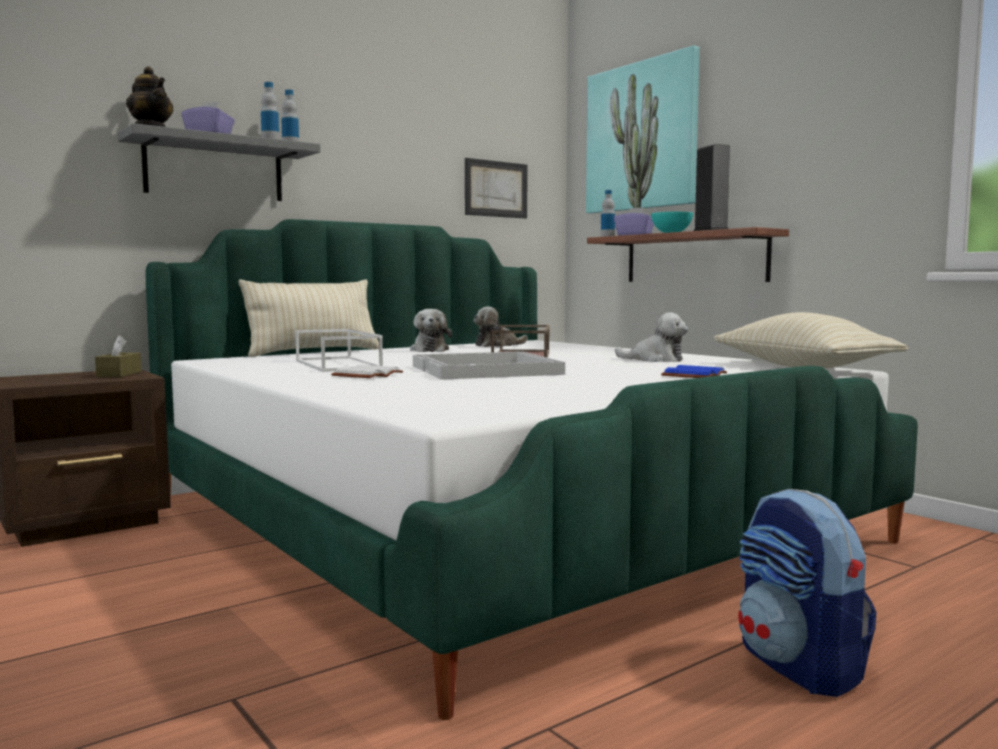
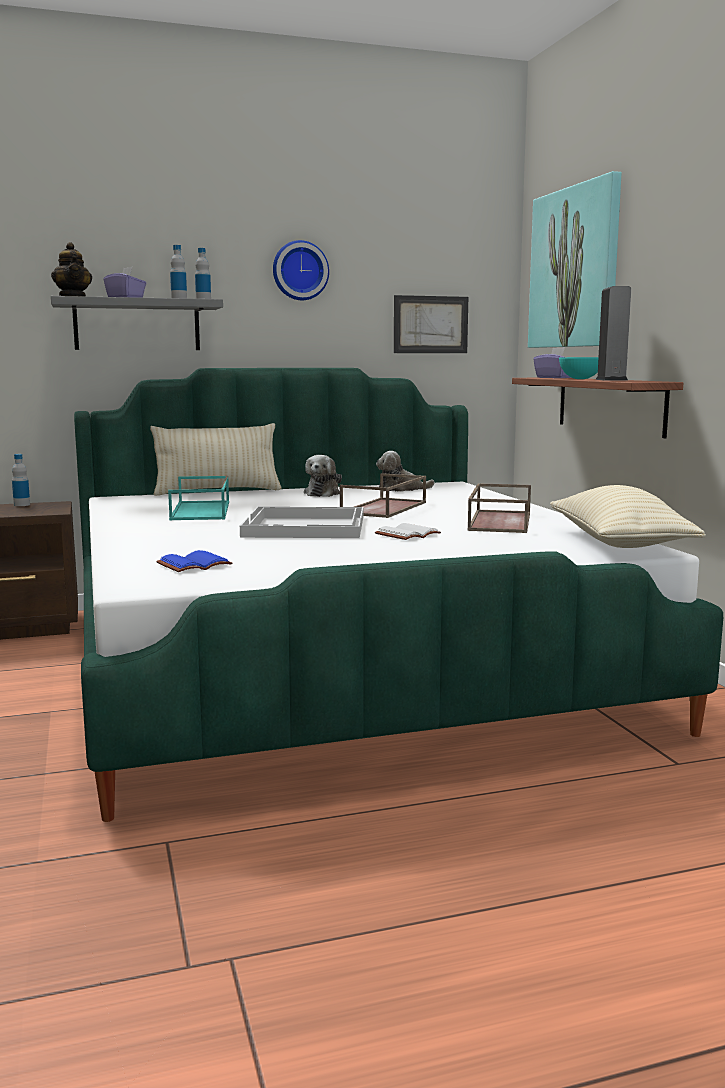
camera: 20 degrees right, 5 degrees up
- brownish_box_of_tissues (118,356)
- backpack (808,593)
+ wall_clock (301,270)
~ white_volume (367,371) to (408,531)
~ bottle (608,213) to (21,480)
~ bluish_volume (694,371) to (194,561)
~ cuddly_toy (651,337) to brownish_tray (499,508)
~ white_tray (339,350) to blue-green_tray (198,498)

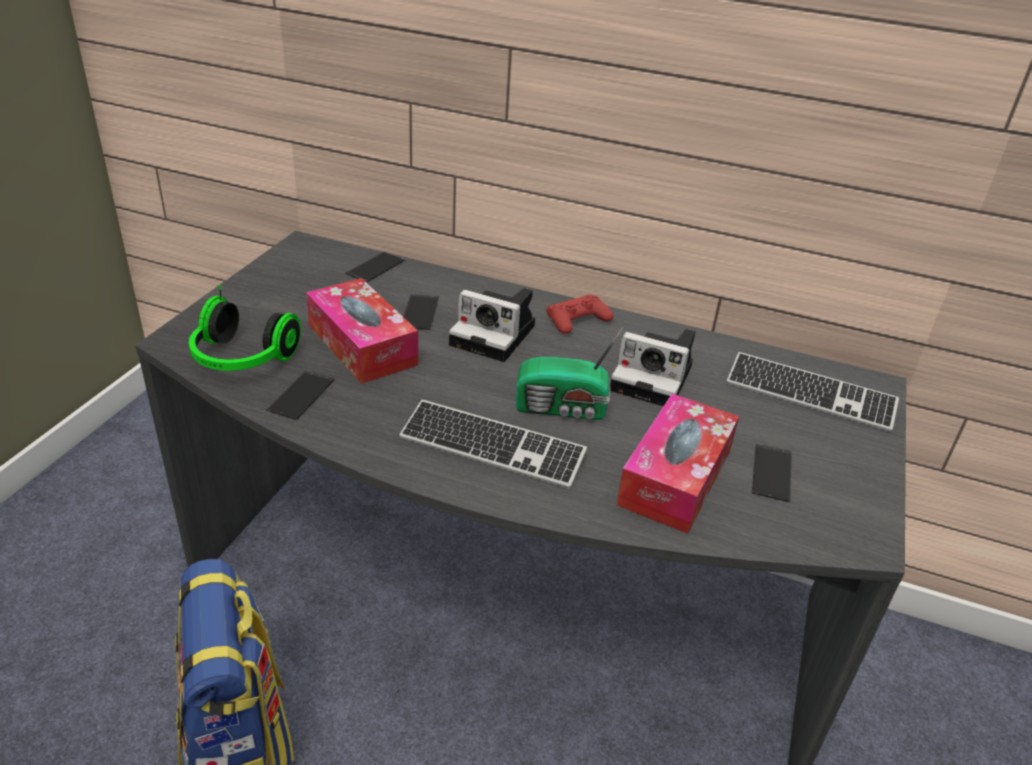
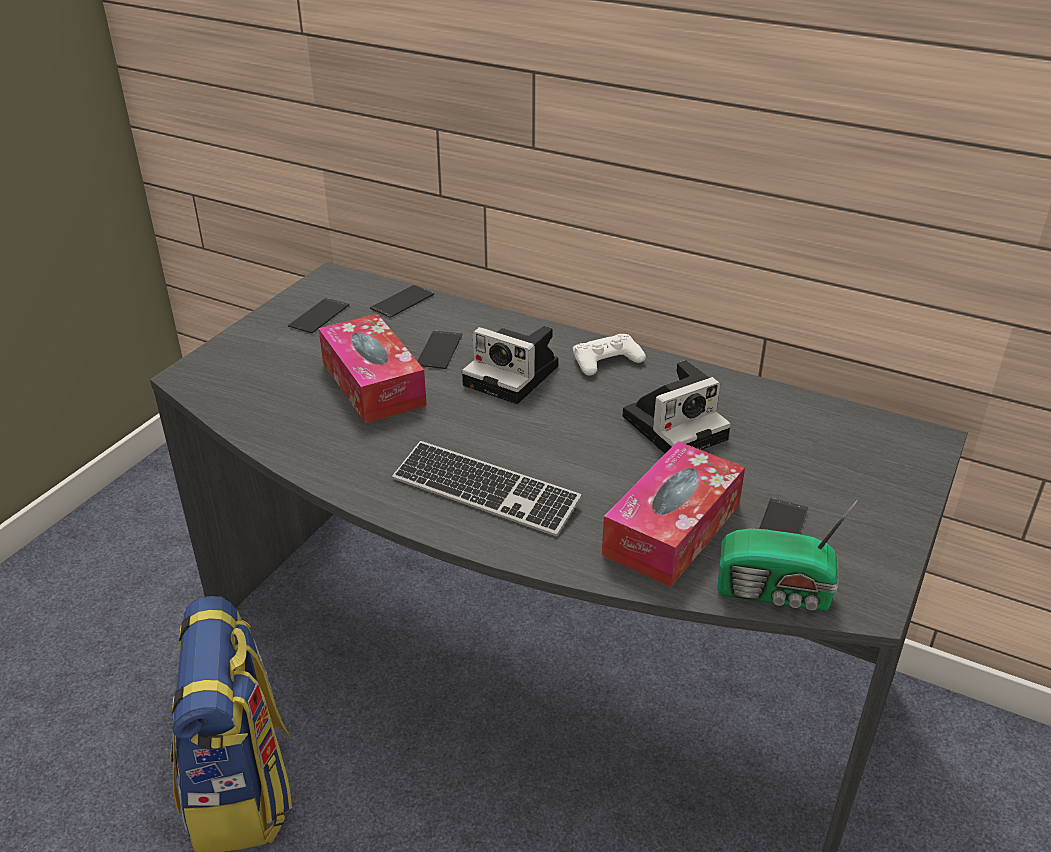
camera: 10 degrees right, 0 degrees up
- headphones (245,328)
- computer_keyboard (812,392)
~ handset (300,395) to (318,316)
~ radio_set (569,373) to (787,555)
~ red-coloured_gamepad (580,314) to white_gamepad (609,355)
~ still_camera (653,367) = (677,407) 60 degrees counterclockwise

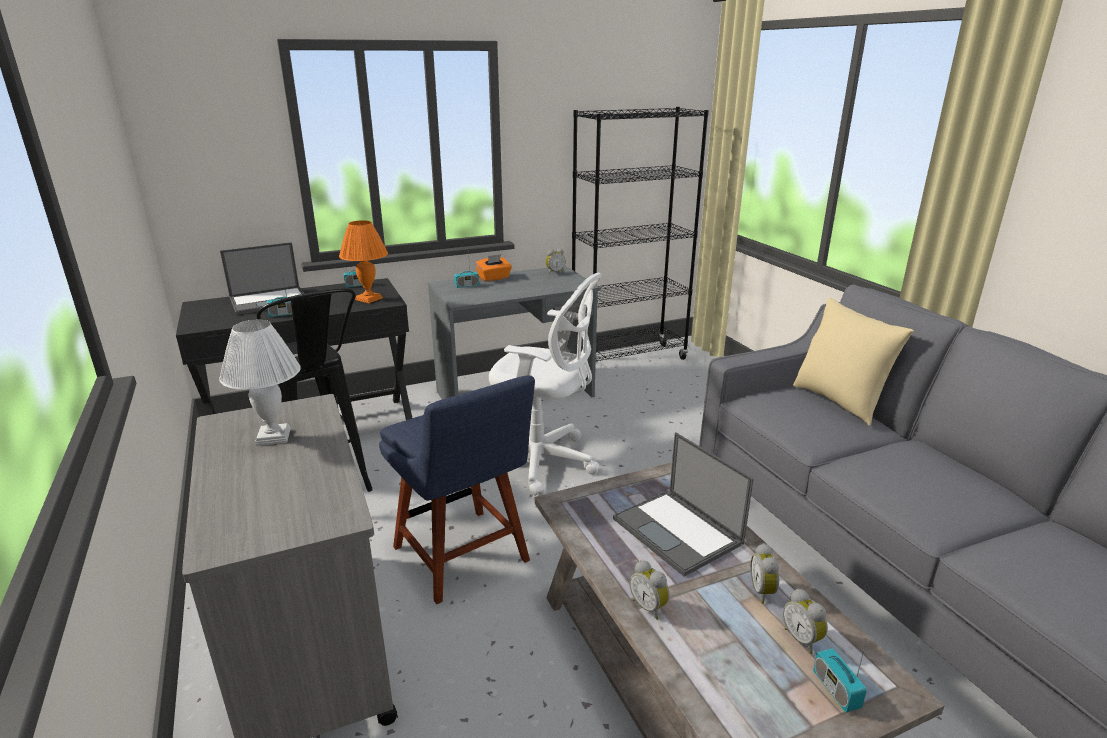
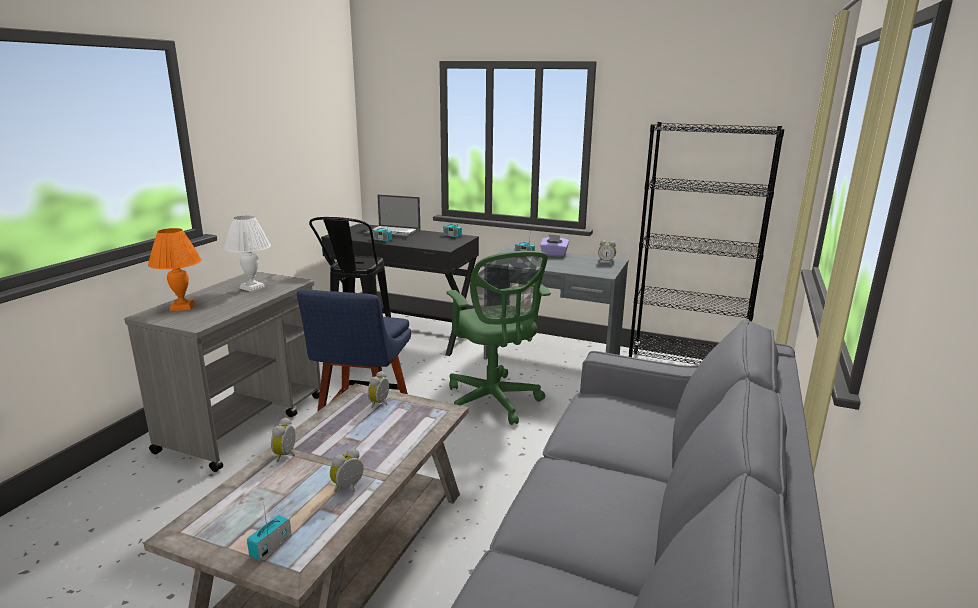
camera: 45 degrees right, 5 degrees down
- notebook_computer (683,504)
- sand-coloured_throw_pillow (853,361)
~ orange_table_lamp (363,261) to (175,269)
~ bedside_clock (805,621) to (378,389)
~ orange_box_of_tissues (493,268) to purple_box_of_tissues (554,245)
~ white_computer_chair (545,384) to greenish_computer_chair (498,338)

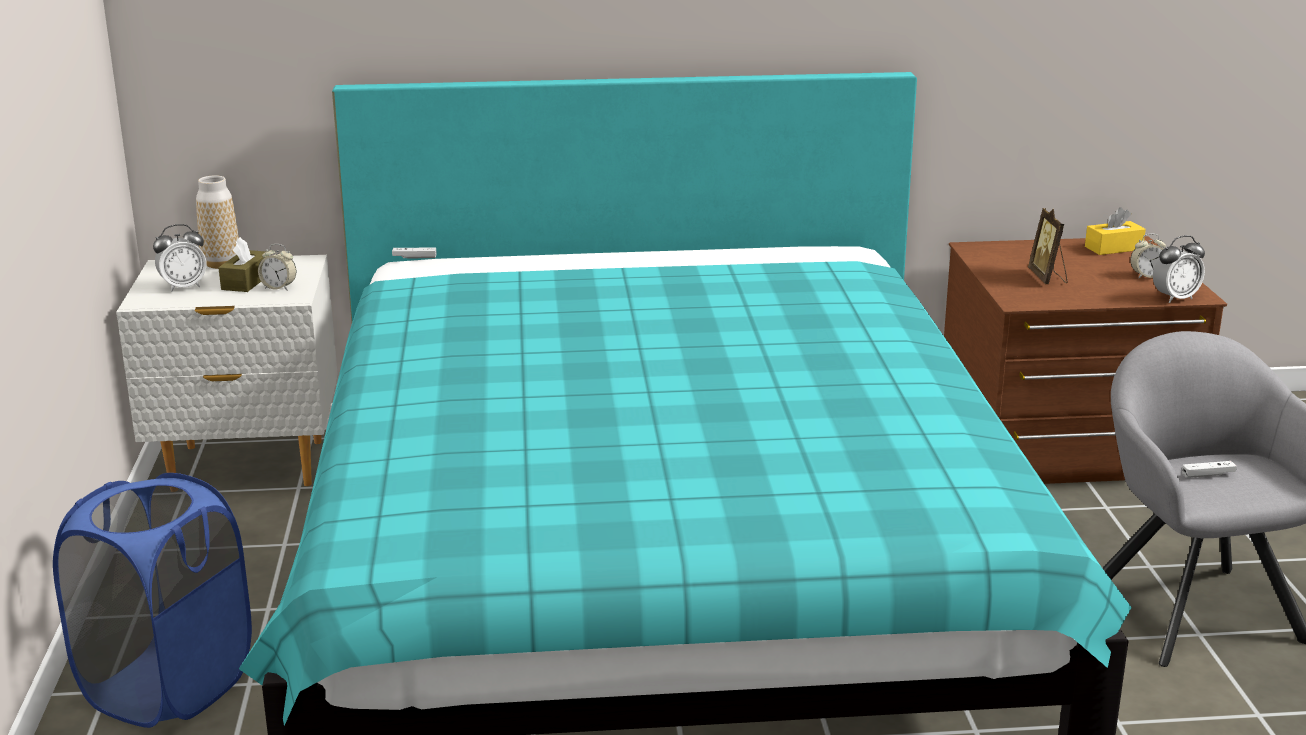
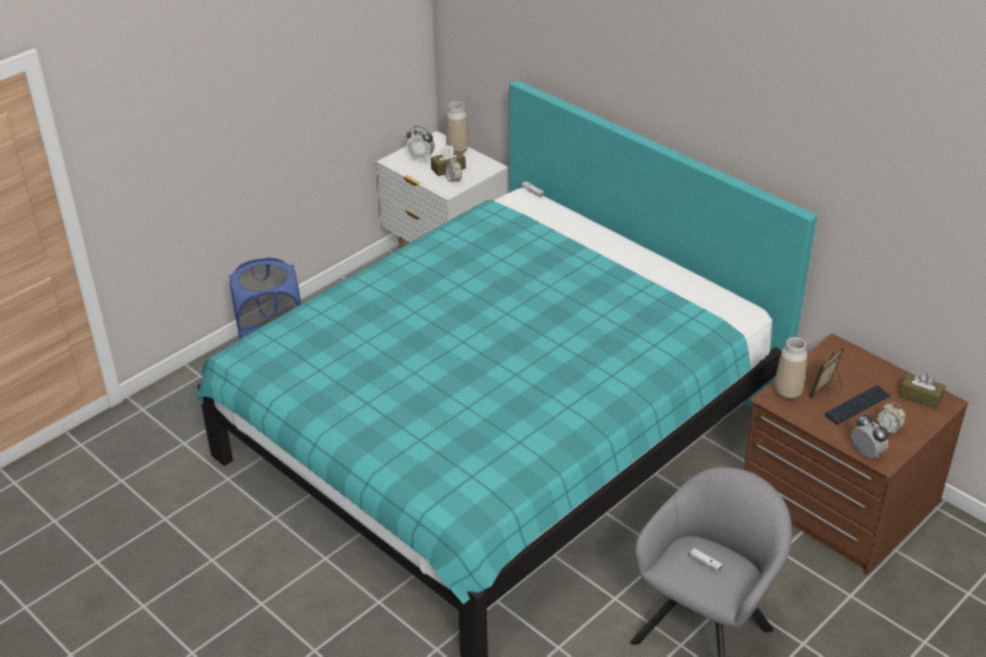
camera: 50 degrees right, 15 degrees up
+ flower_vase (791,368)
+ computer_keyboard (858,405)
~ yellowish_box_of_tissues (1115,231) to brownish_box_of_tissues (922,391)
~ bedside_clock (1179,269) = (870,436) 150 degrees counterclockwise

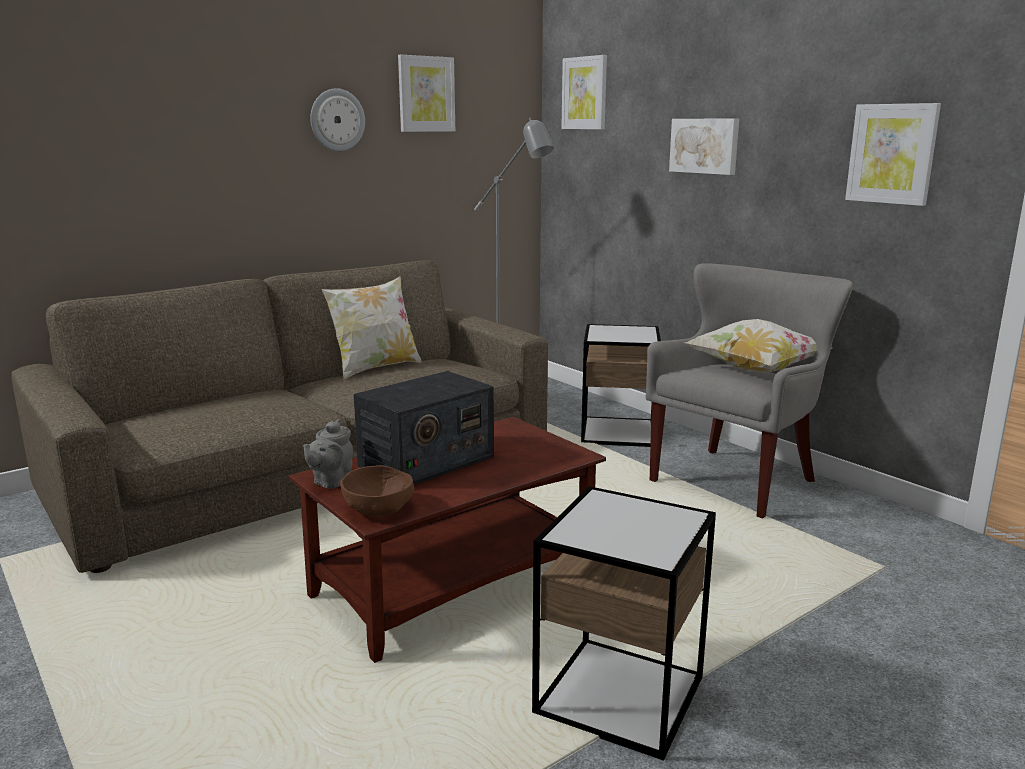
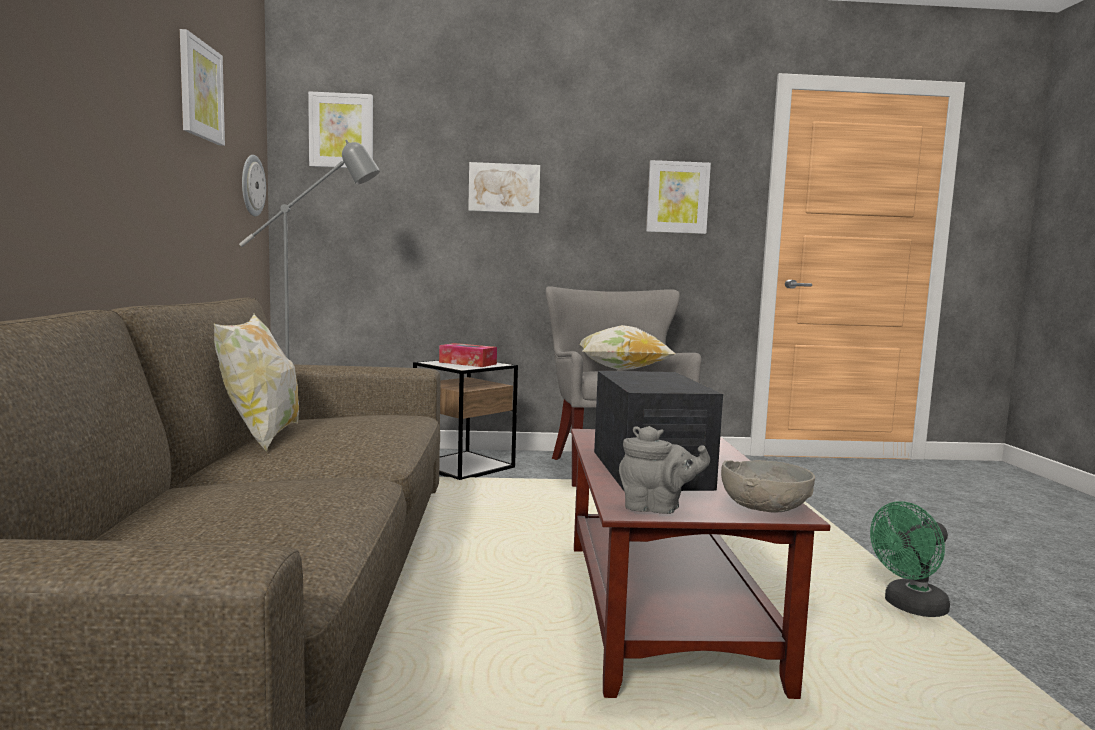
camera: 55 degrees left, 10 degrees down
+ box_of_tissues (468,355)
~ wall_clock (337,119) to (254,185)
~ end_table (624,623) to greenish_cooling_fan (910,559)
~ brownish_deep_dish (377,490) to grey_deep_dish (768,486)
~ grey_teapot (328,454) = (664,470) 45 degrees counterclockwise

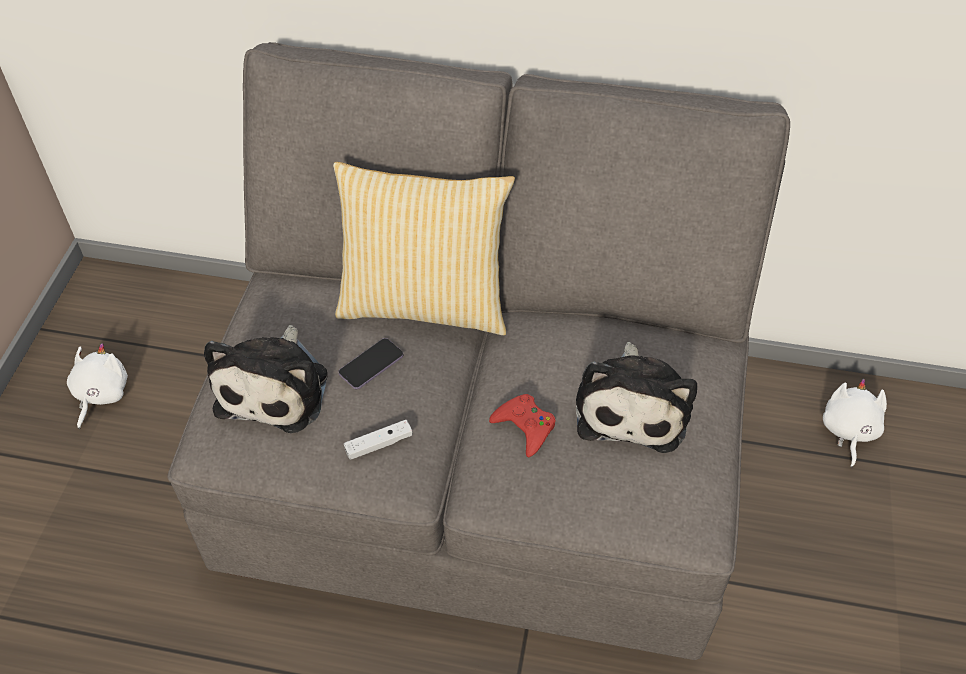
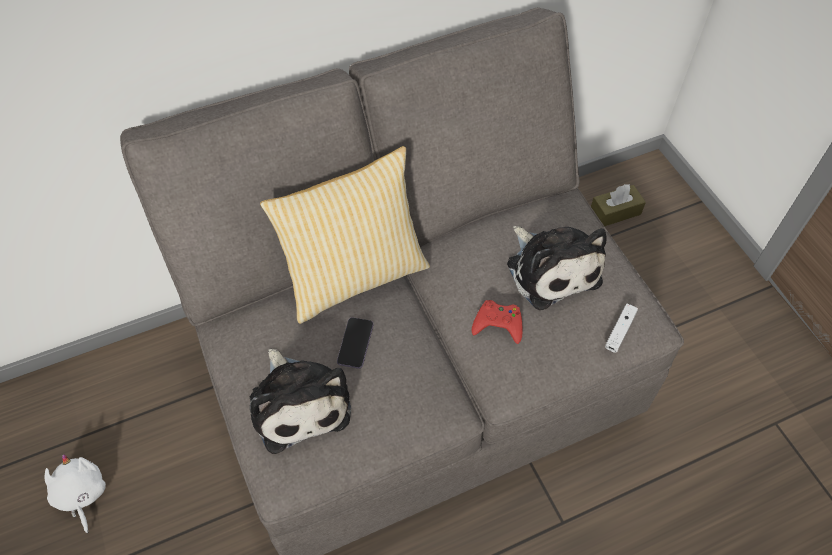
camera: 35 degrees left, 5 degrees up
~ white_gamepad (378,440) to (621,328)
~ white_cuddly_toy (855,423) to brownish_box_of_tissues (618,205)

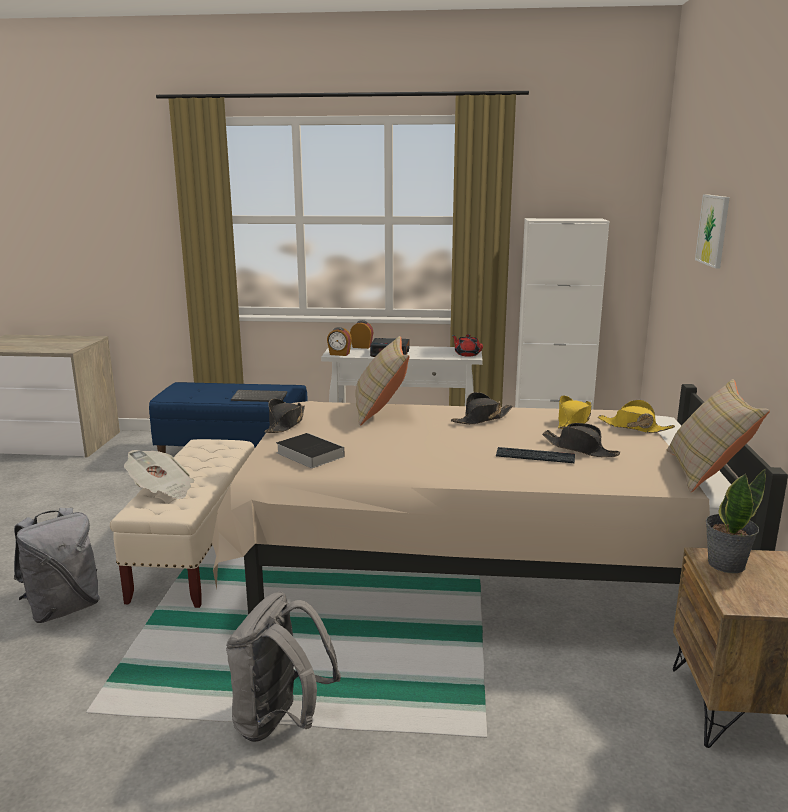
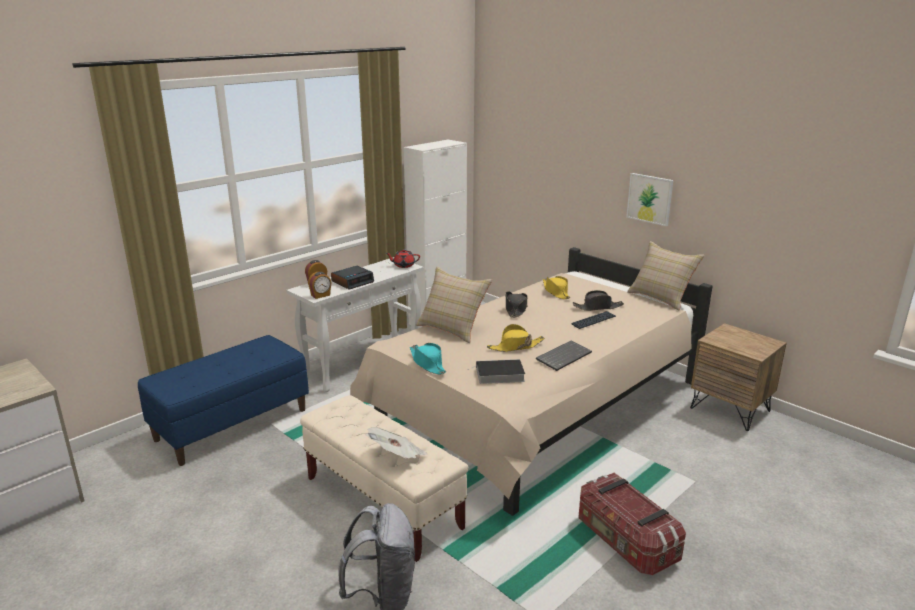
camera: 50 degrees left, 5 degrees up
- houseplant (736,521)
~ computer_keyboard (259,396) to (564,355)
~ yellowish_wearable_hat (636,416) to (515,338)
~ wall_picture (712,231) to (649,199)
~ grey_backpack (283,667) to storage_container (632,524)
~ blackish_wearable_hat (284,416) to blue-green_wearable_hat (428,359)

